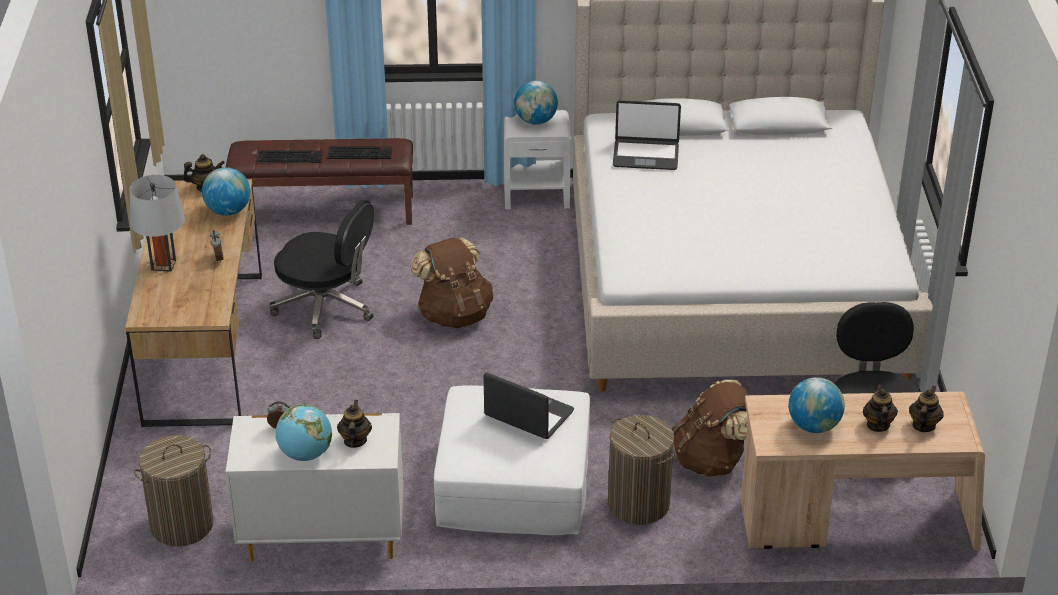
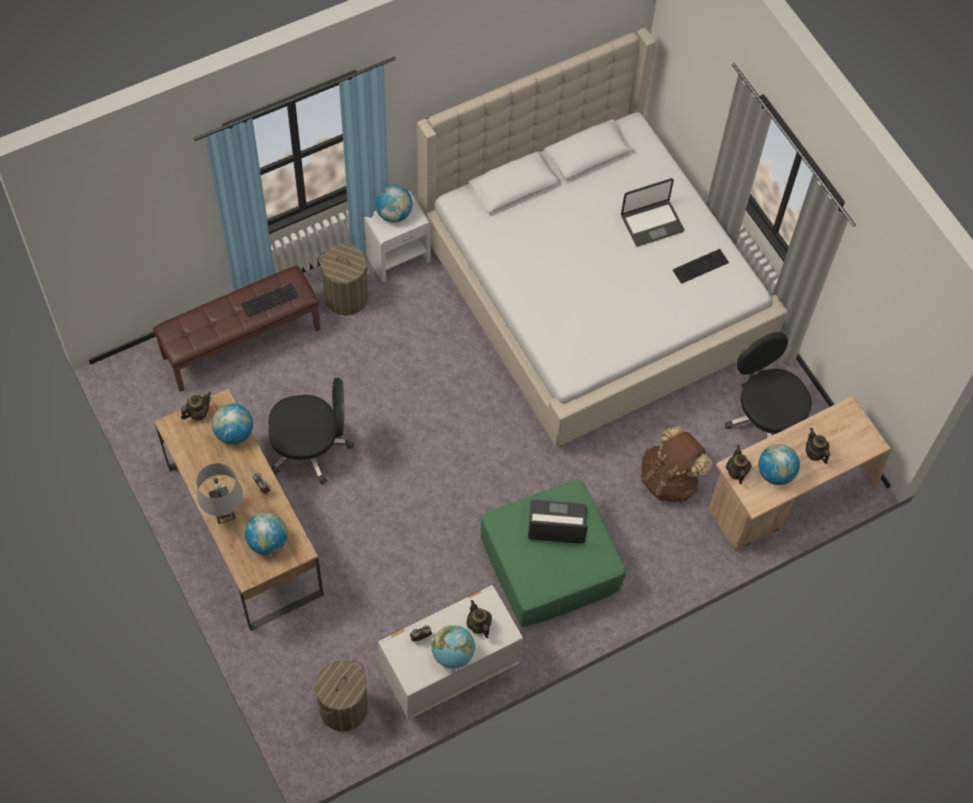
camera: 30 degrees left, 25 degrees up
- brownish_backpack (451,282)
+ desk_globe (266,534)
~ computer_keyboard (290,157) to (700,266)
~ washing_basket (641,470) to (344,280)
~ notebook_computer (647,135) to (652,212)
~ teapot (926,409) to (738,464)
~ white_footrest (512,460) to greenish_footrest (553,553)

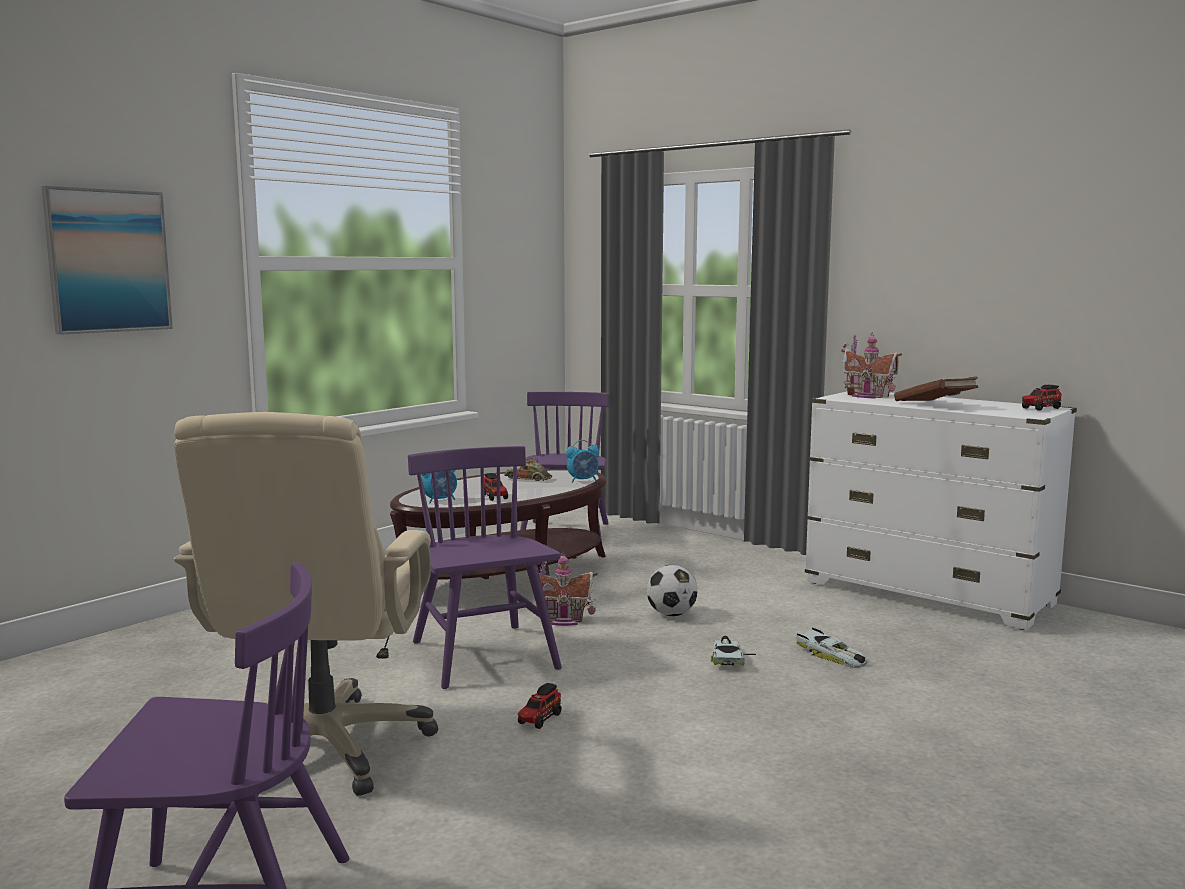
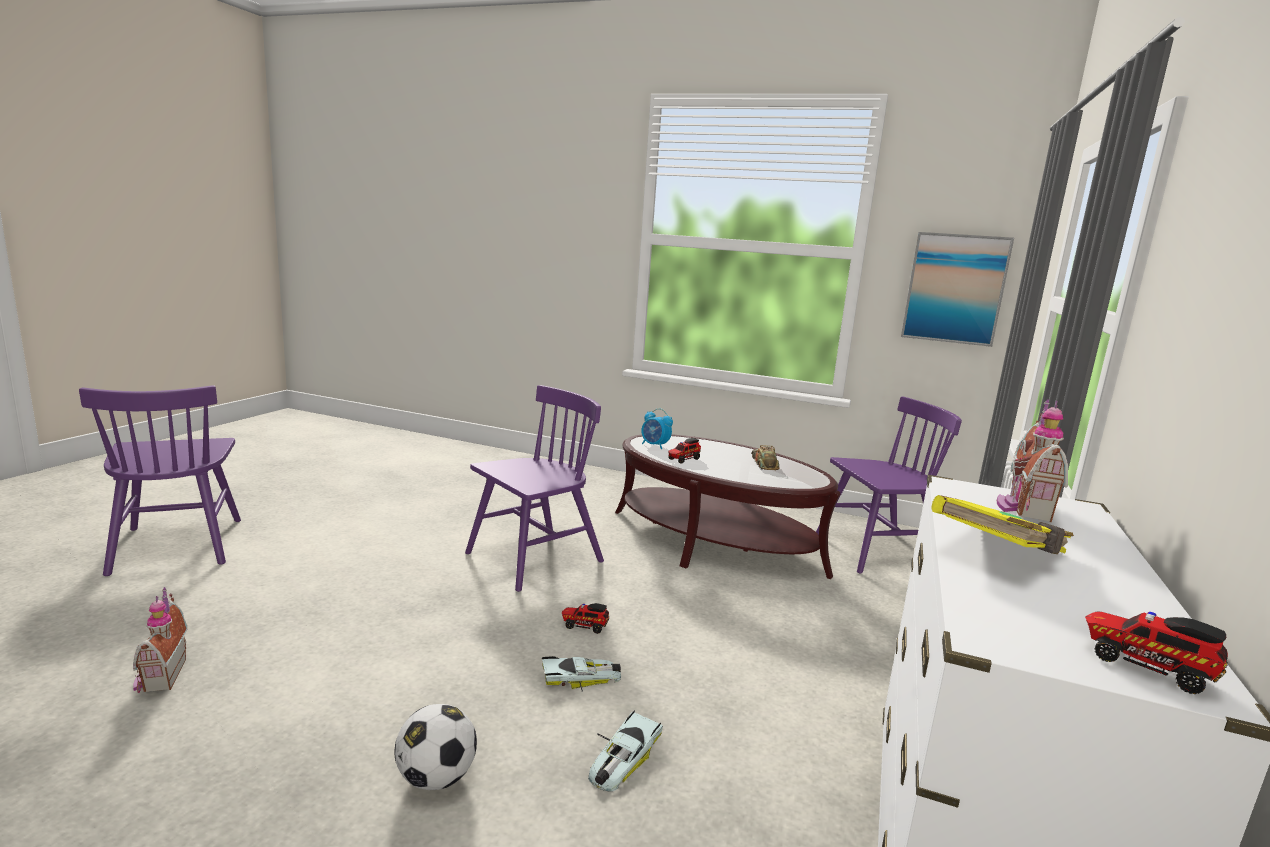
camera: 70 degrees right, 5 degrees up
- sand-coloured_computer_chair (305,604)
- bedside_clock (582,461)
~ wall_picture (107,260) to (957,289)
~ toy_lorry (540,706) to (585,618)
~ model_house (567,589) to (160,640)
~ football_ball (672,590) to (436,747)
~ brownish_volume (936,388) to yellowish_volume (1002,524)

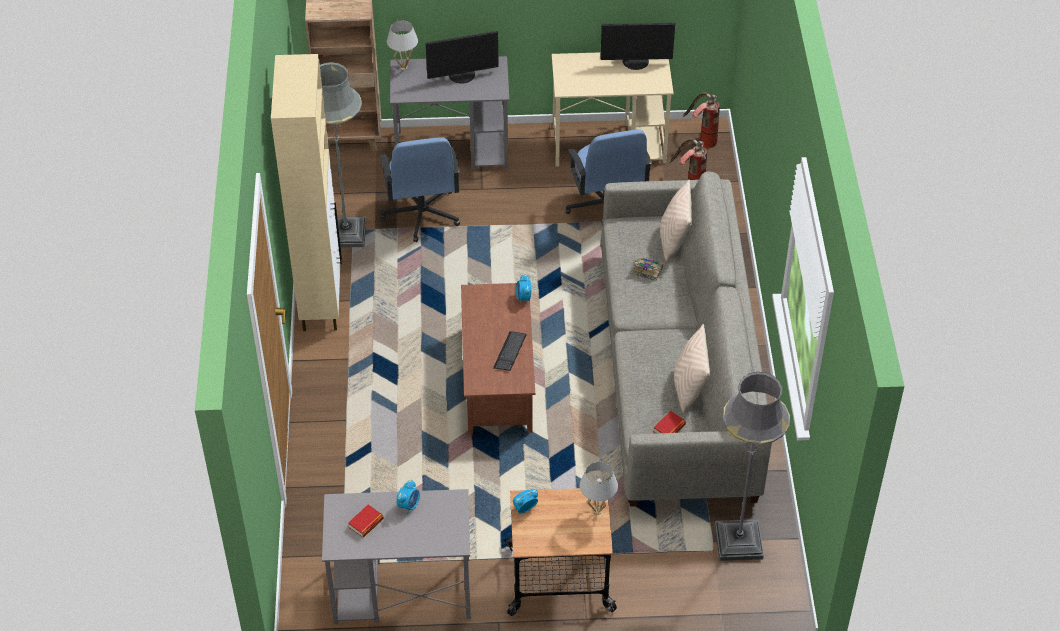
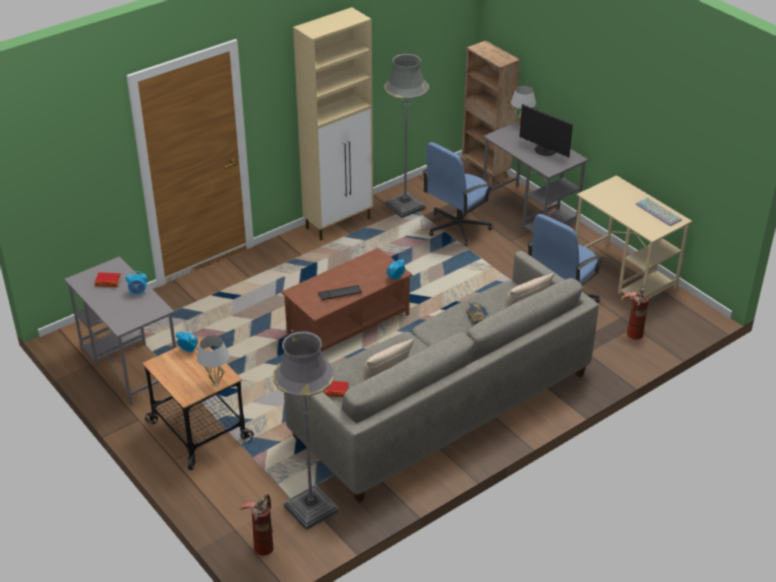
camera: 55 degrees right, 10 degrees down
~ fire_extinguisher (701,120) to (256,525)
~ monitor (637,46) to computer_keyboard (659,211)

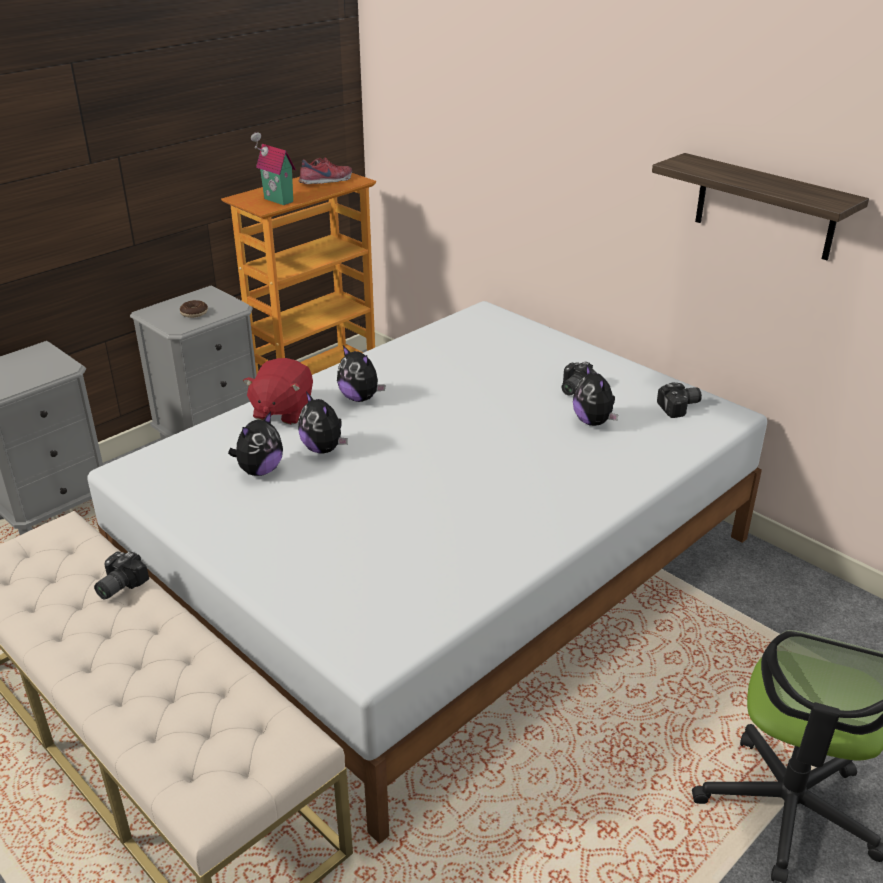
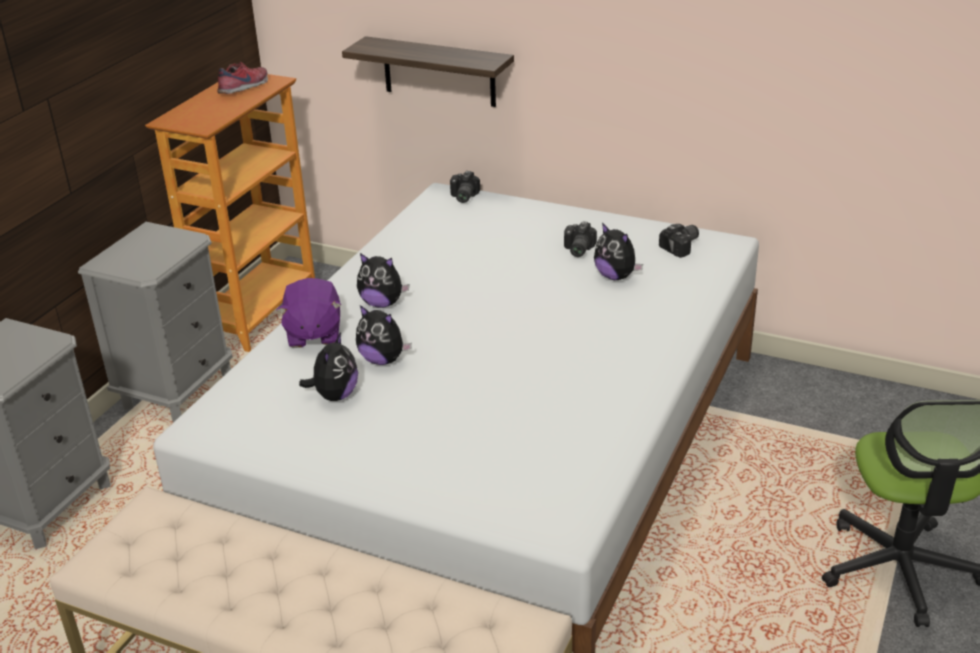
camera: 20 degrees left, 0 degrees up
- ring_doughnut (194,309)
- model_house (273,168)
~ still_camera (121,575) to (465,187)
~ wall_shelf (760,206) to (428,71)
~ red-coloured_cuddly_toy (278,391) to purple_cuddly_toy (308,313)

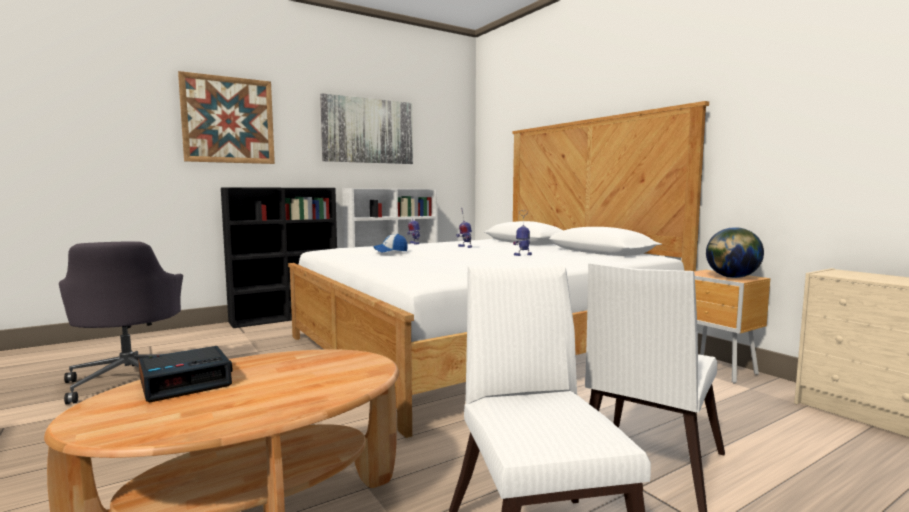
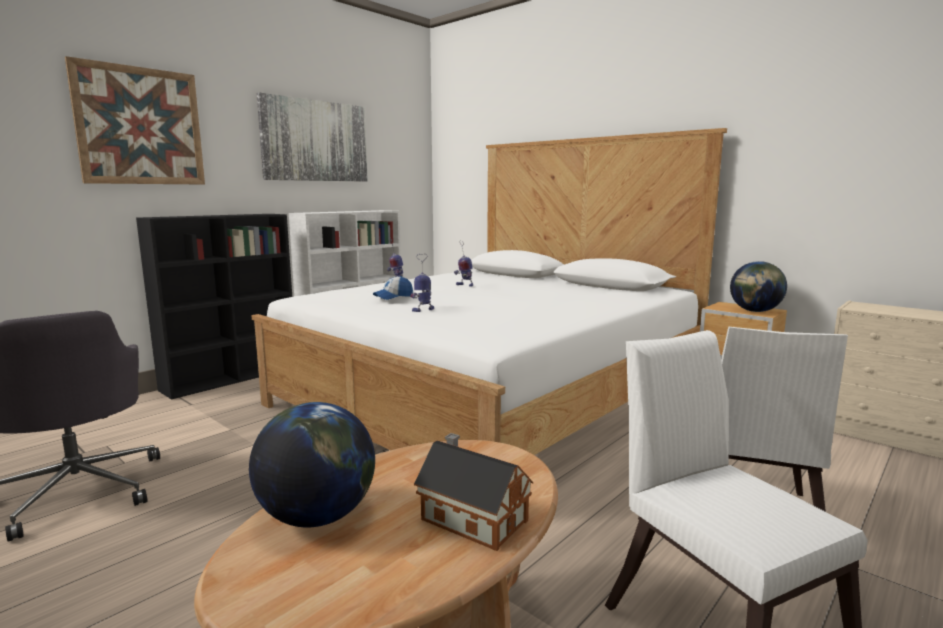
camera: 15 degrees left, 5 degrees up
+ model_house (473,492)
~ toy_robot (522,233) to (422,283)
~ bedside_clock (185,374) to desk_globe (312,465)

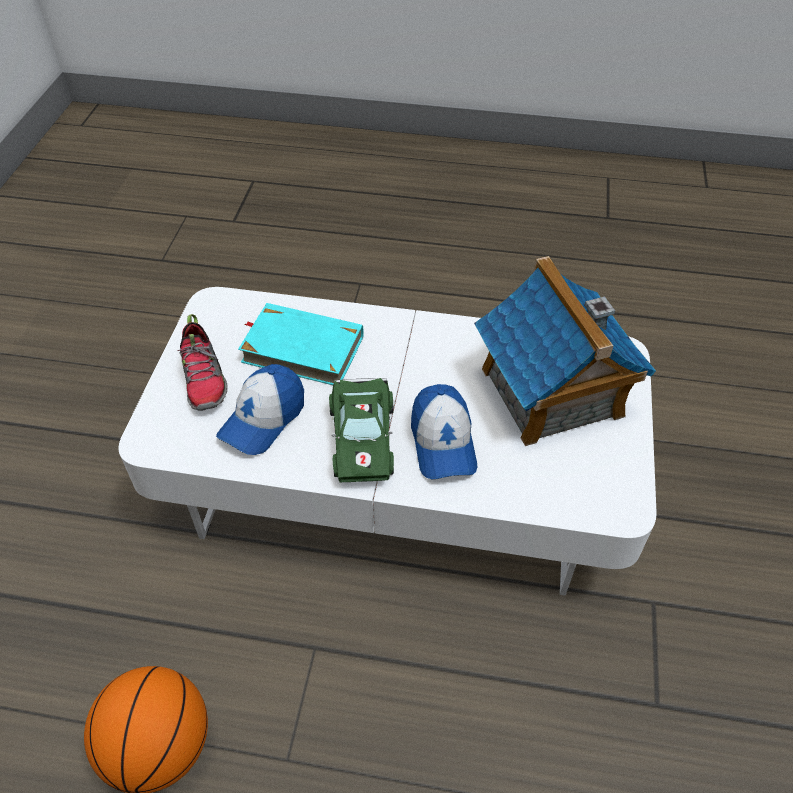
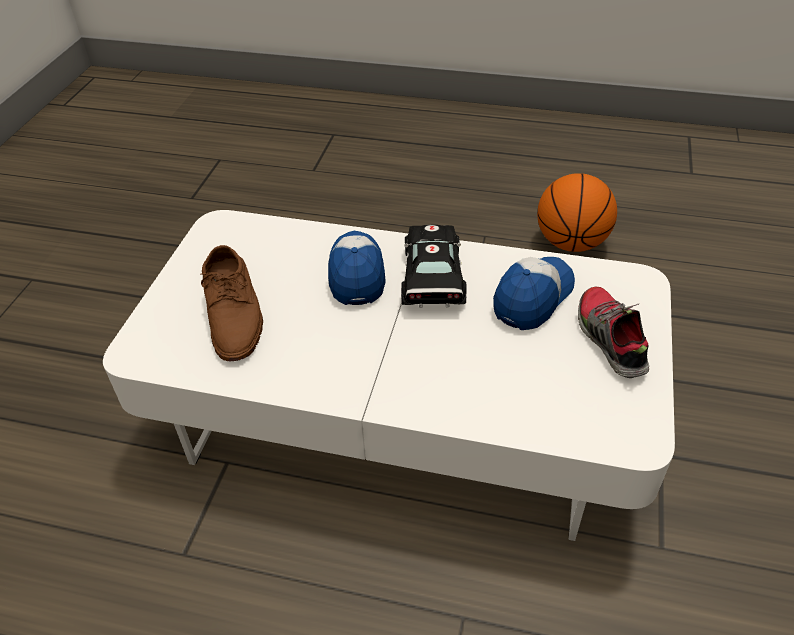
camera: 175 degrees left, 5 degrees down
- blue-green_volume (301,344)
~ model_house (565,351) to brownish_low_shoe (232,303)
~ greenish_model_car (361,430) to blackish_model_car (434,266)

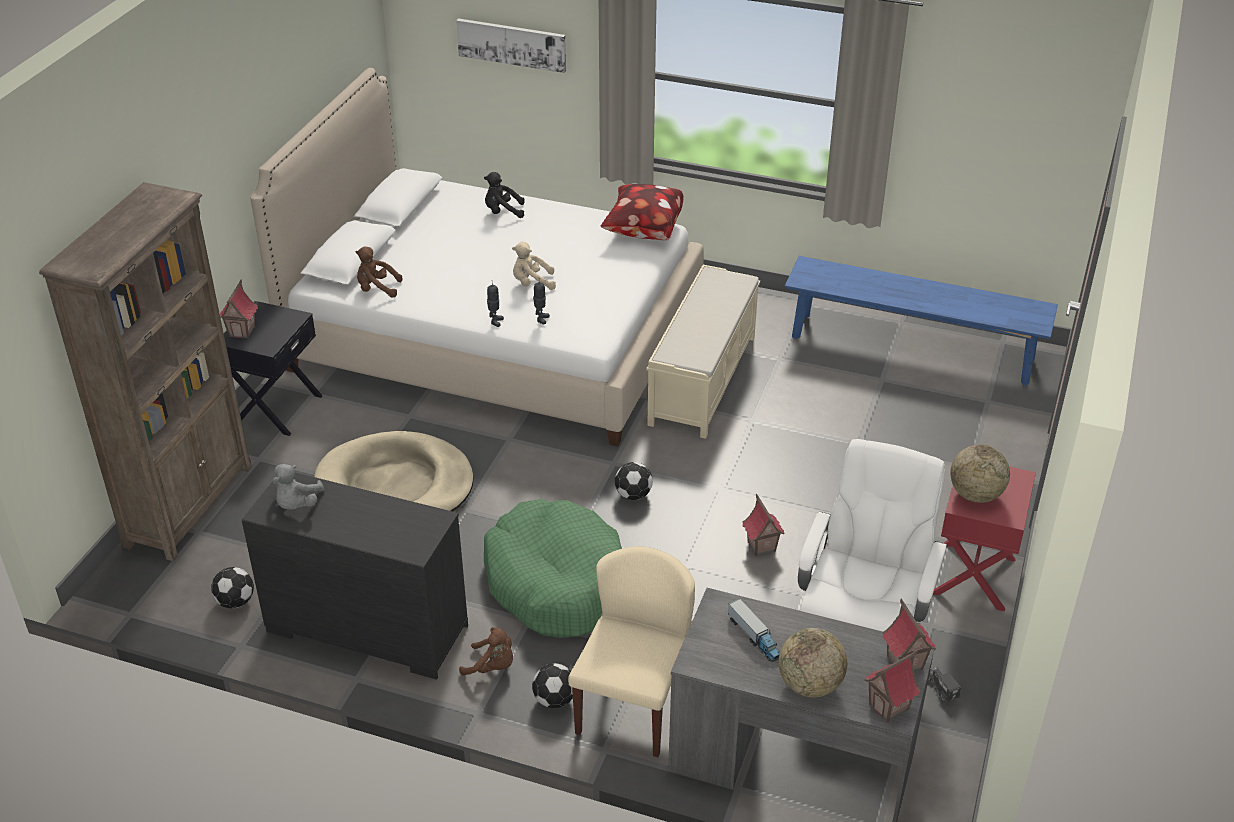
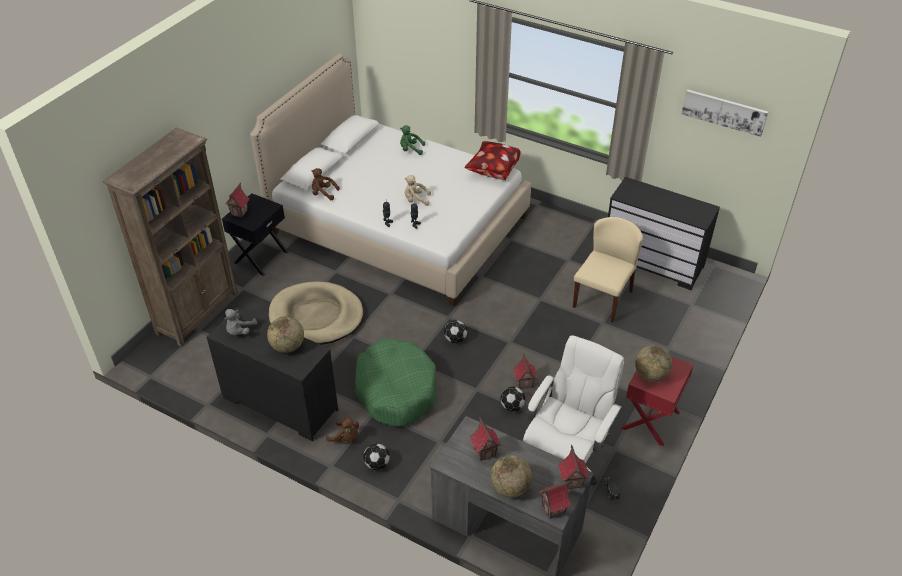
camera: 10 degrees right, 5 degrees up
- sand-coloured_bench (703,352)
+ desk_globe (285,334)
~ football_ball (232,588) to (513,398)
~ wall_picture (511,45) to (725,113)
~ sand-coloured_plain_chair (631,651) to (608,269)
~ toy_lorry (754,630) to model_house (485,439)
~ bluish_bench (921,320) to blackish_drawer_chest (664,234)
~ blackish_cuddly_toy (504,195) to greenish_cuddly_toy (412,140)

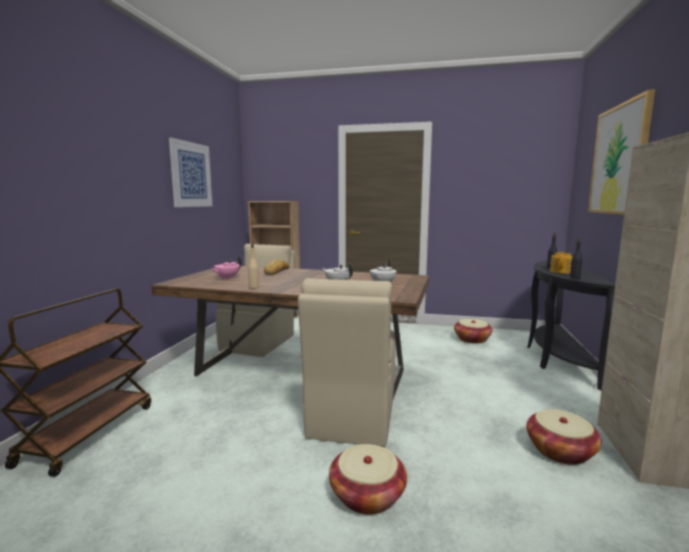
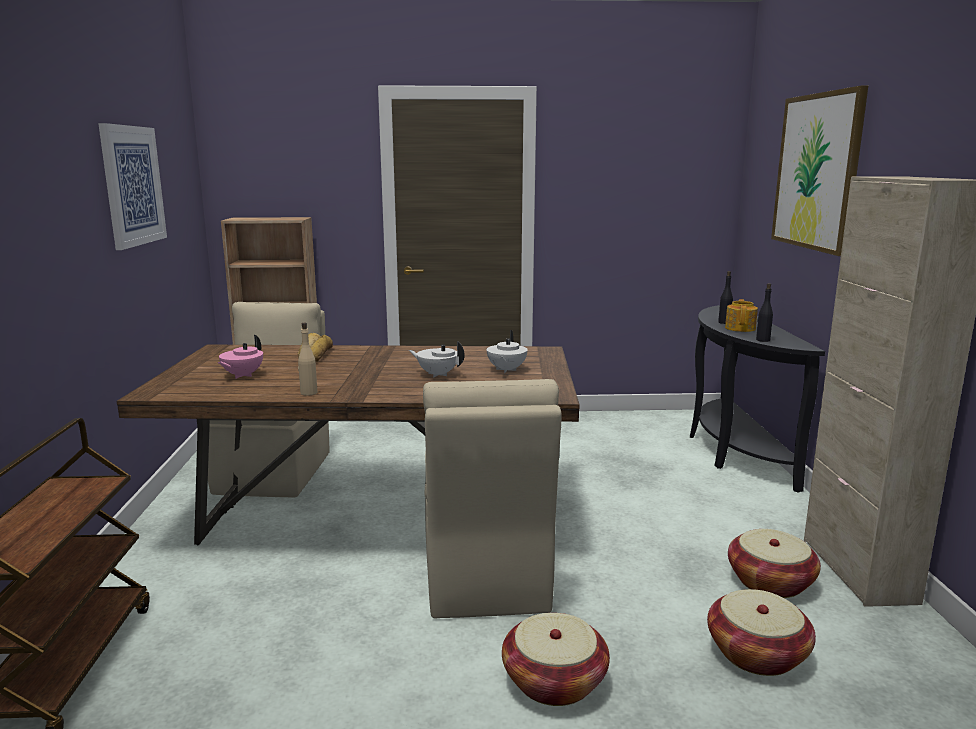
camera: 15 degrees left, 5 degrees up
~ basket (473,331) to (761,632)

